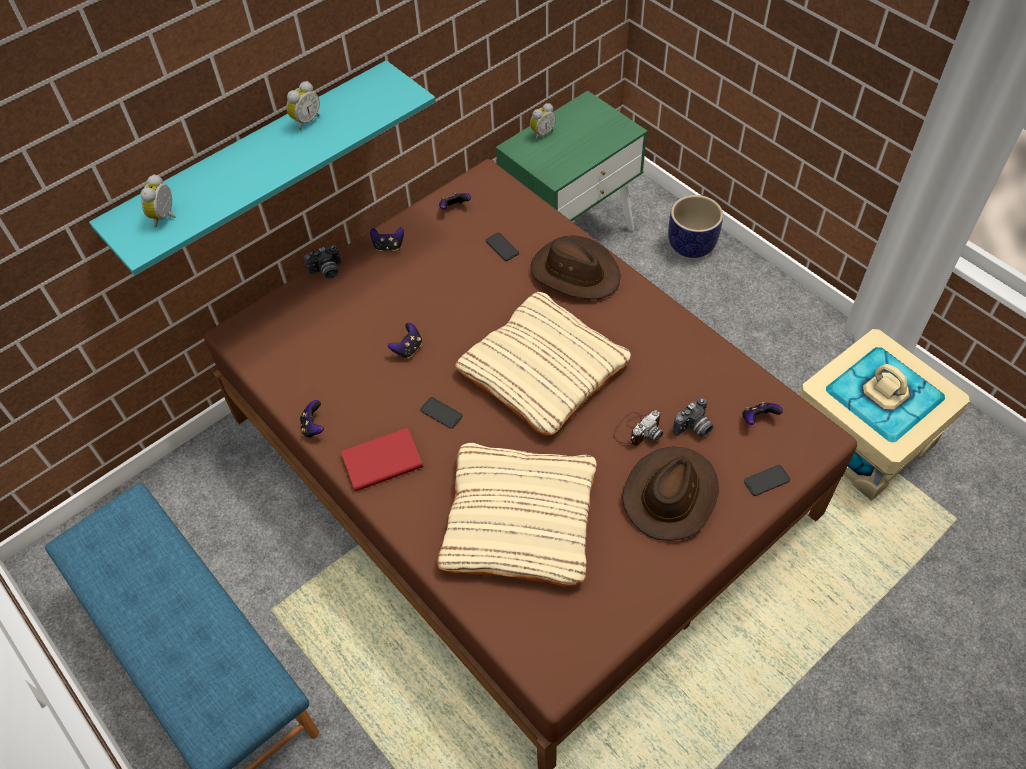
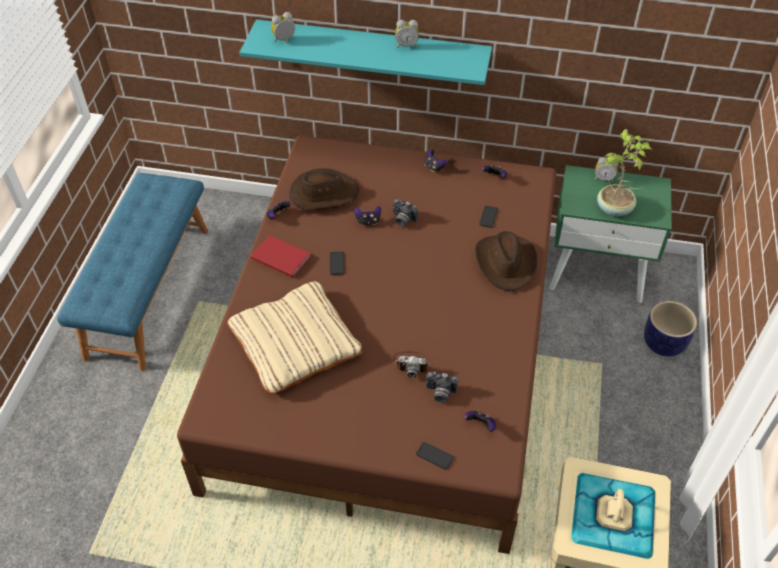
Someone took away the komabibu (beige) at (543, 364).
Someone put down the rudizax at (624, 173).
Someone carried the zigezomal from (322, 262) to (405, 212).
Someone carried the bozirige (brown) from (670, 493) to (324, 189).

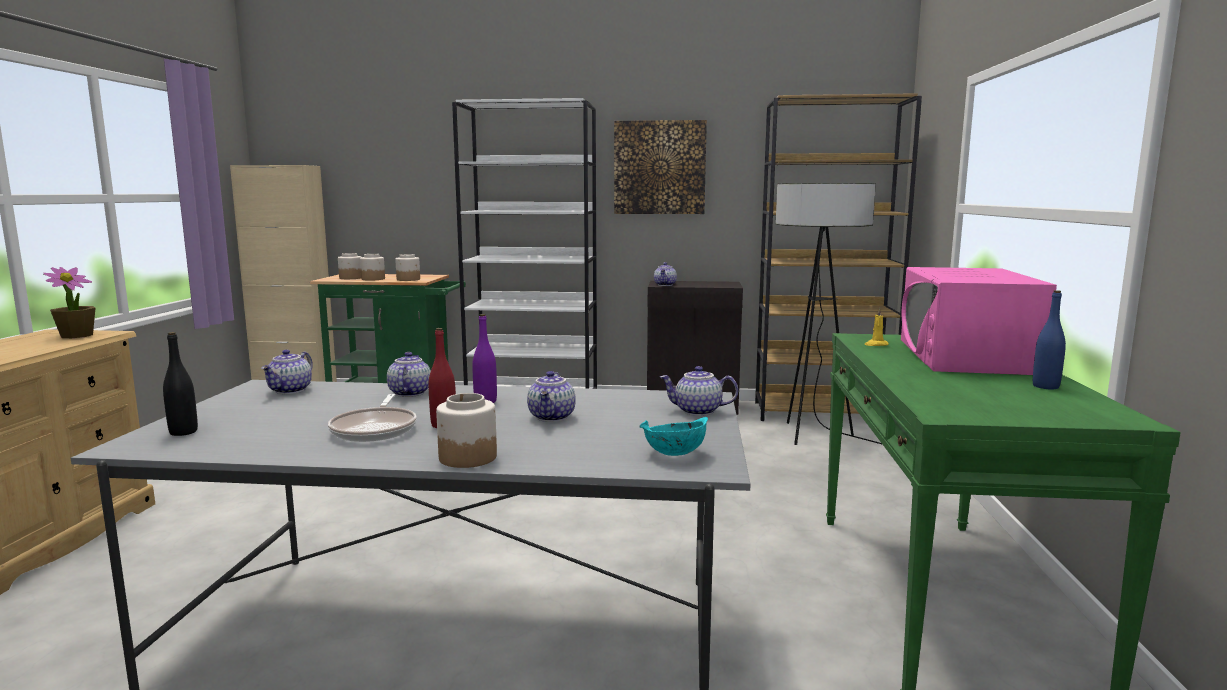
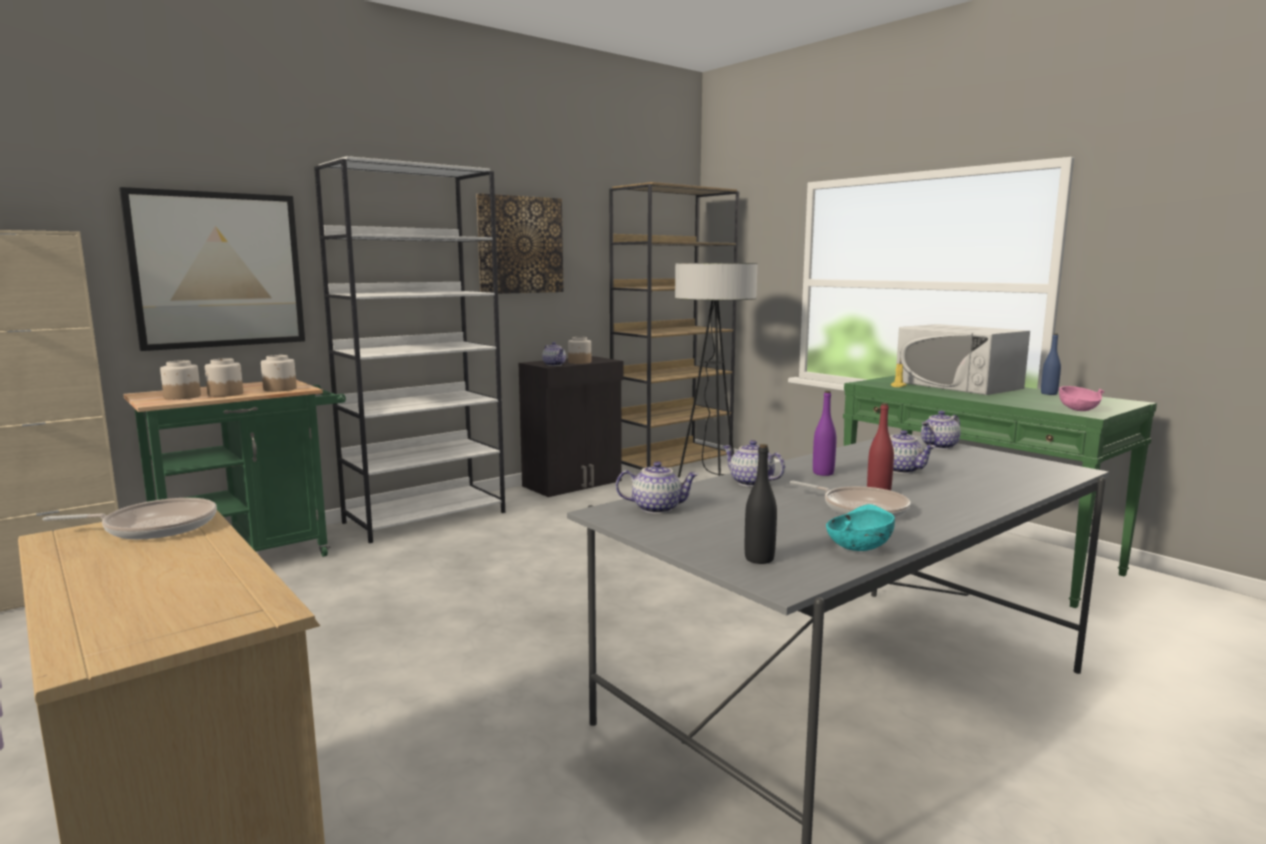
Someone put up the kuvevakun at (212, 269).
Someone put down the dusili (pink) at (1081, 398).
Someone carried the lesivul from (466, 430) to (579, 350).
Someone carried the dusili (turquoise) from (674, 436) to (860, 527).
Someone swapped the rudizax at (69, 302) for the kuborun at (129, 519).
Someone repainted the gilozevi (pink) at (979, 321), which became the gilozevi (white) at (963, 359).
Someone rotated the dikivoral at (287, 371) by 60 degrees counterclockwise.

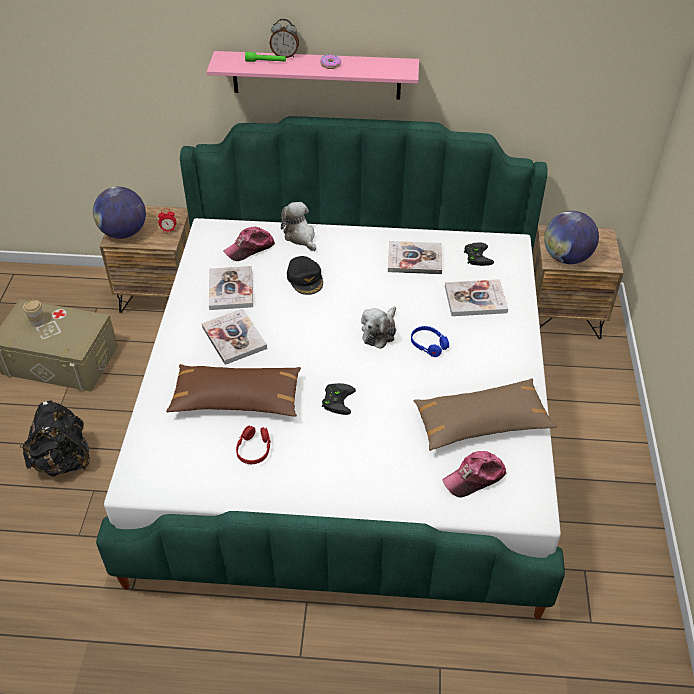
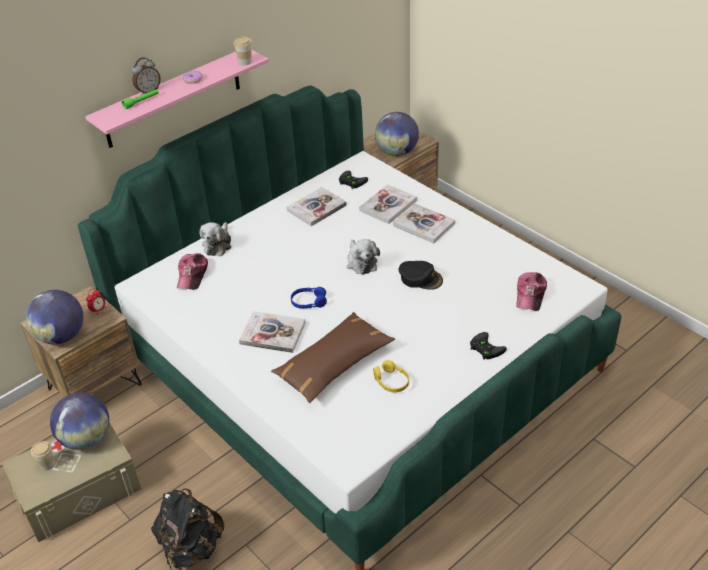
Someone took away the komabibu (brown) at (485, 414).
Someone put down the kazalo at (79, 421).
Someone put down the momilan at (242, 50).
Someone carried the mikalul from (231, 288) to (424, 223).
Someone carried the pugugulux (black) from (305, 275) to (421, 275).
Someone carried the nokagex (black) from (339, 399) to (488, 346).
Someone carried the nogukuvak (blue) from (430, 341) to (309, 298).
Someone repainted the nogukuvak (red) at (253, 445), which became the nogukuvak (yellow) at (391, 376).
Someone rotated the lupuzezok at (298, 226) by 90 degrees counterclockwise.

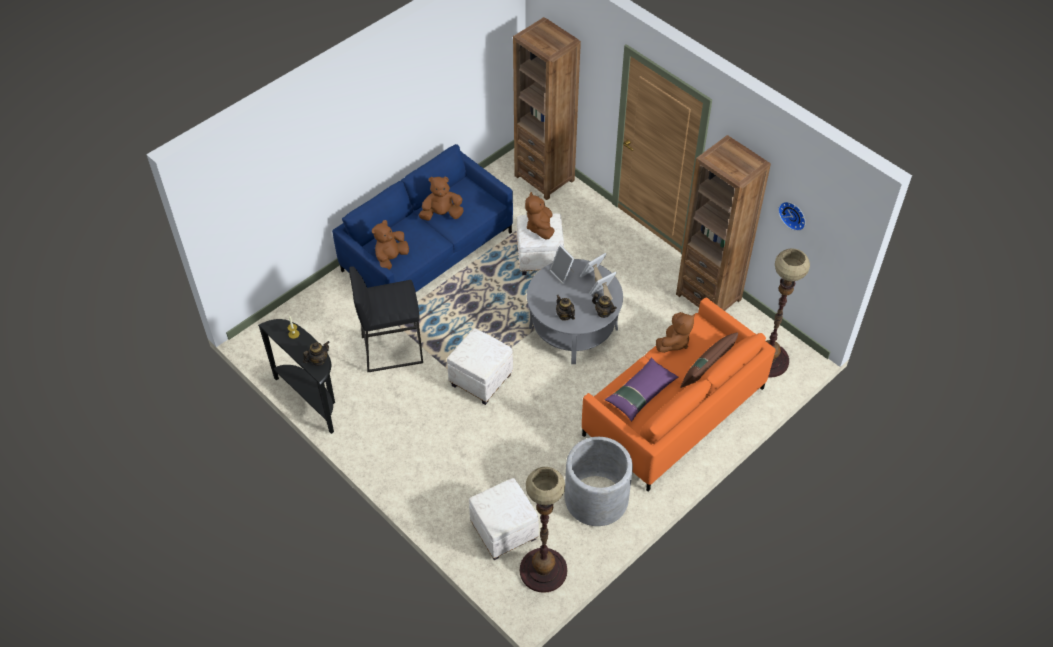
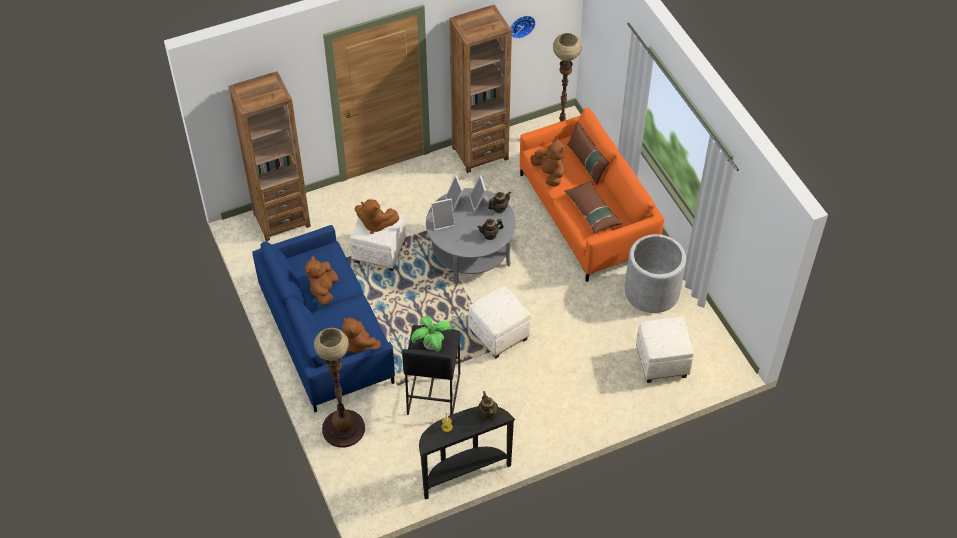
Someone put down the rudizax at (431, 334).
Someone carried the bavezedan from (543, 530) to (339, 388).
Someone repainted the komabibu (purple) at (641, 389), which became the komabibu (brown) at (593, 207).

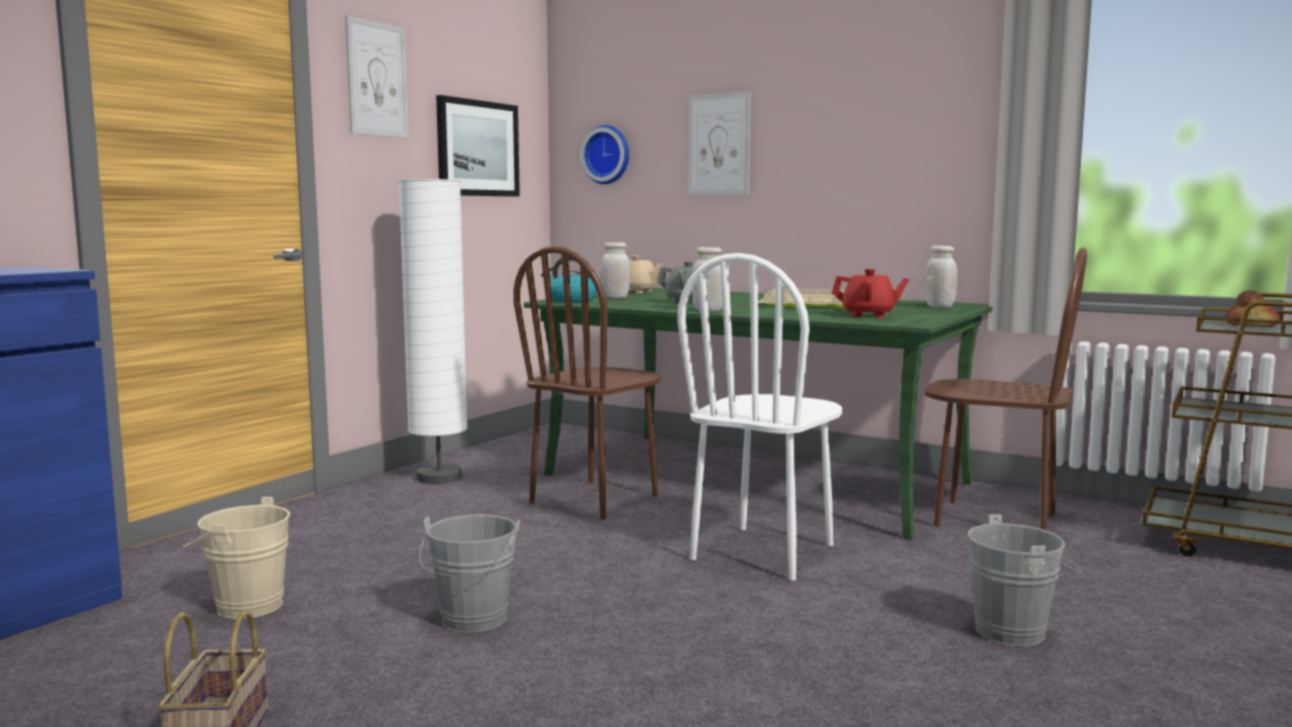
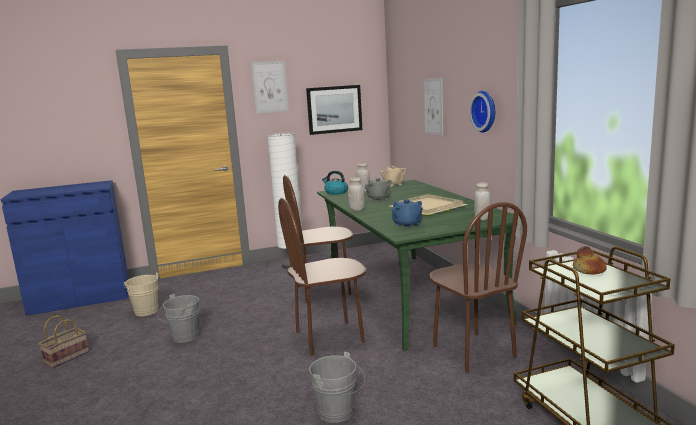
Someone carried the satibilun from (604, 154) to (482, 112).
Someone repainted the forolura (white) at (760, 416), which became the forolura (brown) at (322, 277).
Someone repainted the dikivoral (red) at (870, 293), which became the dikivoral (blue) at (407, 213).

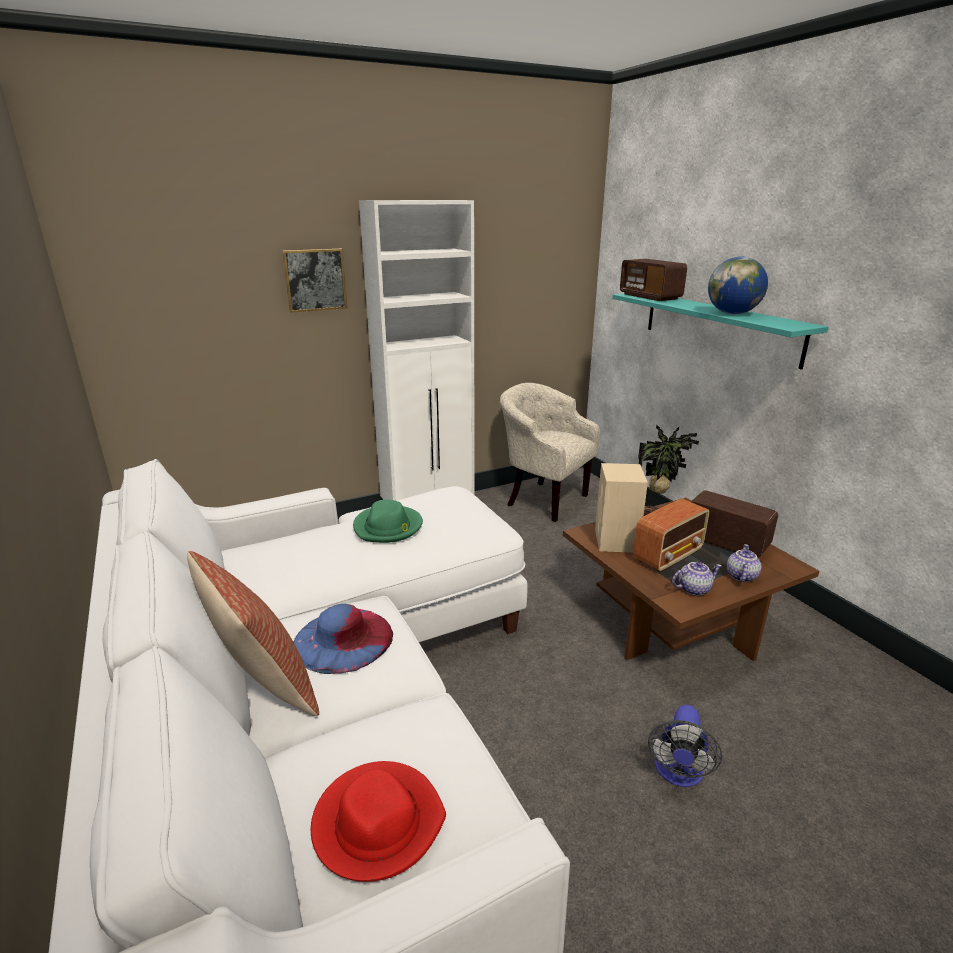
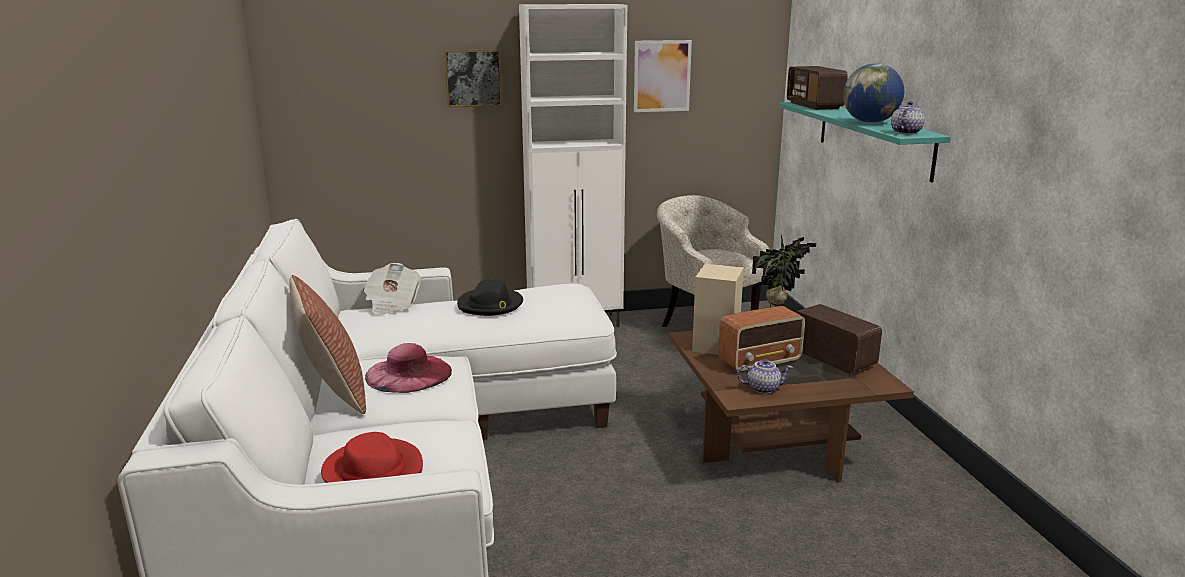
Someone took away the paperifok at (685, 746).
Someone put down the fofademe at (392, 289).
Someone put up the kuvevakun at (663, 76).
Someone carried the dikivoral from (744, 563) to (908, 117).
Someone repainted the bozirige (blue) at (343, 639), which became the bozirige (pink) at (408, 368).
Someone repainted the bozirige (green) at (388, 521), which became the bozirige (black) at (490, 297).

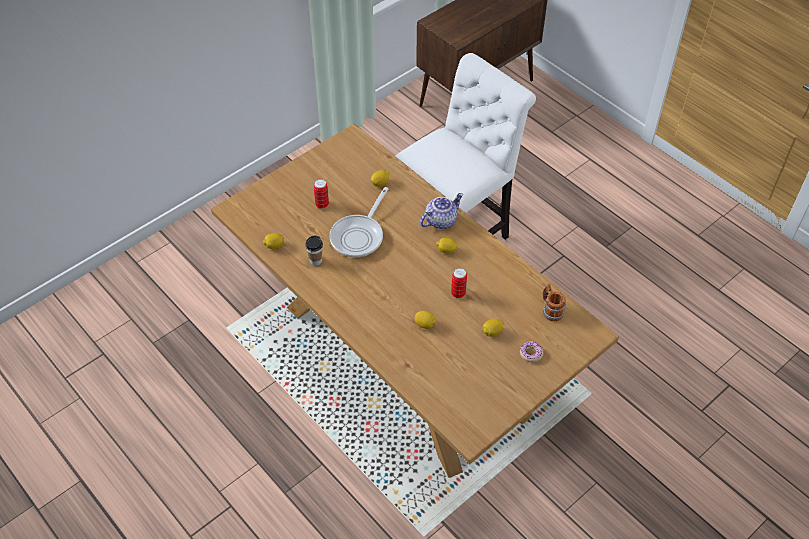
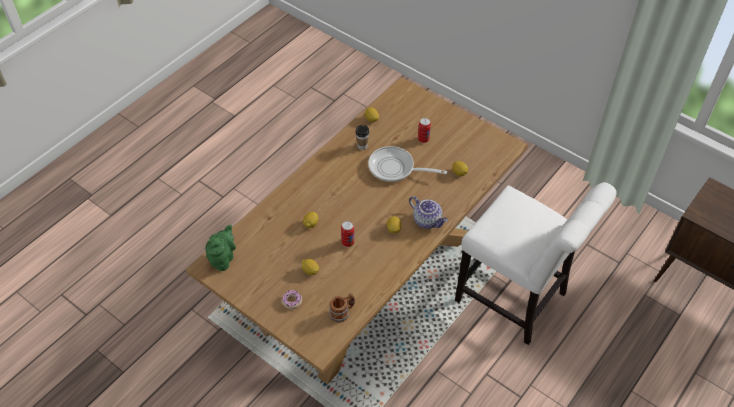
Someone put down the dikivoral (green) at (220, 248).

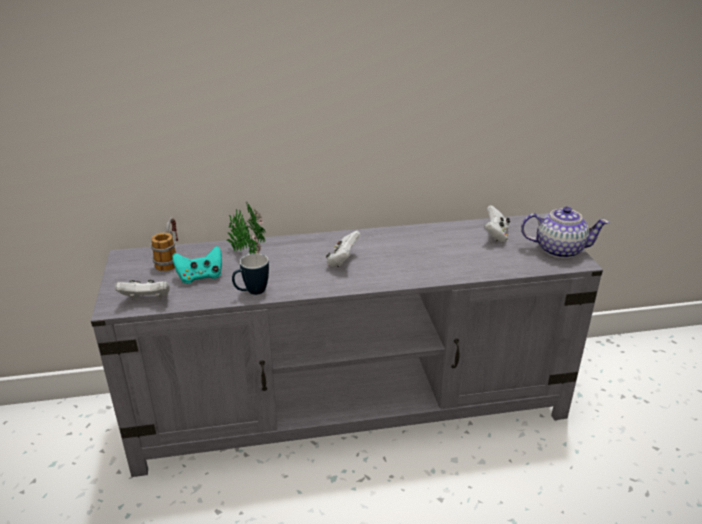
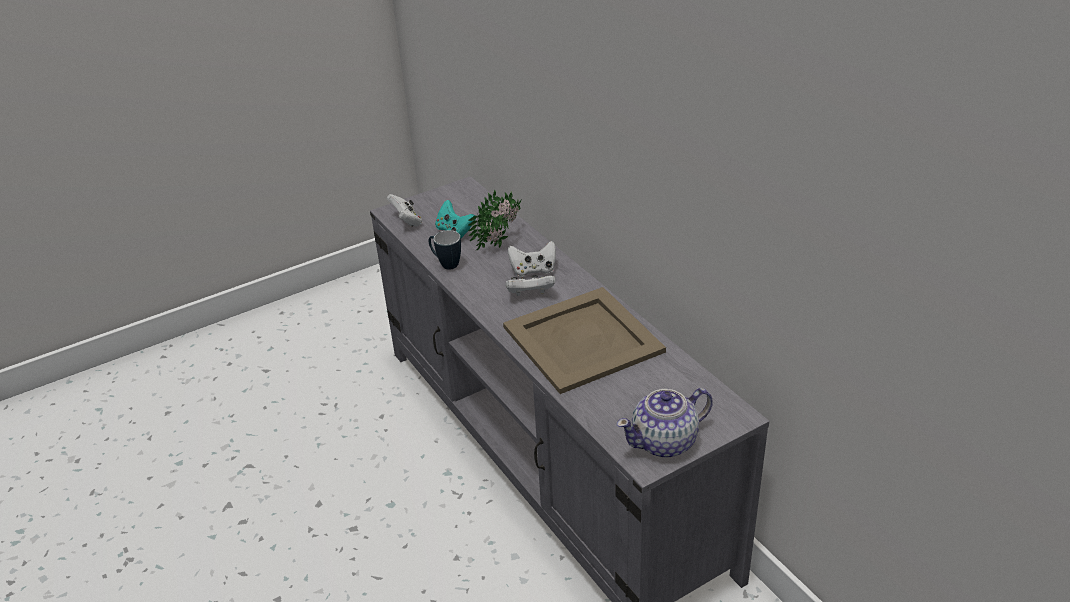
Someone took away the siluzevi at (164, 244).
Someone put down the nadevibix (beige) at (584, 340).
Someone carried the nokagex (white) from (497, 224) to (532, 259).
Someone rotated the dikivoral at (565, 232) by 75 degrees clockwise.

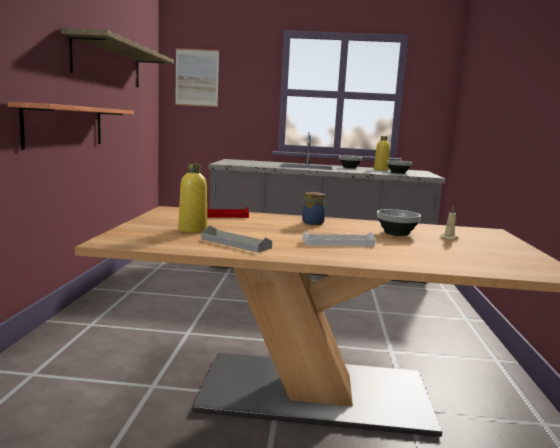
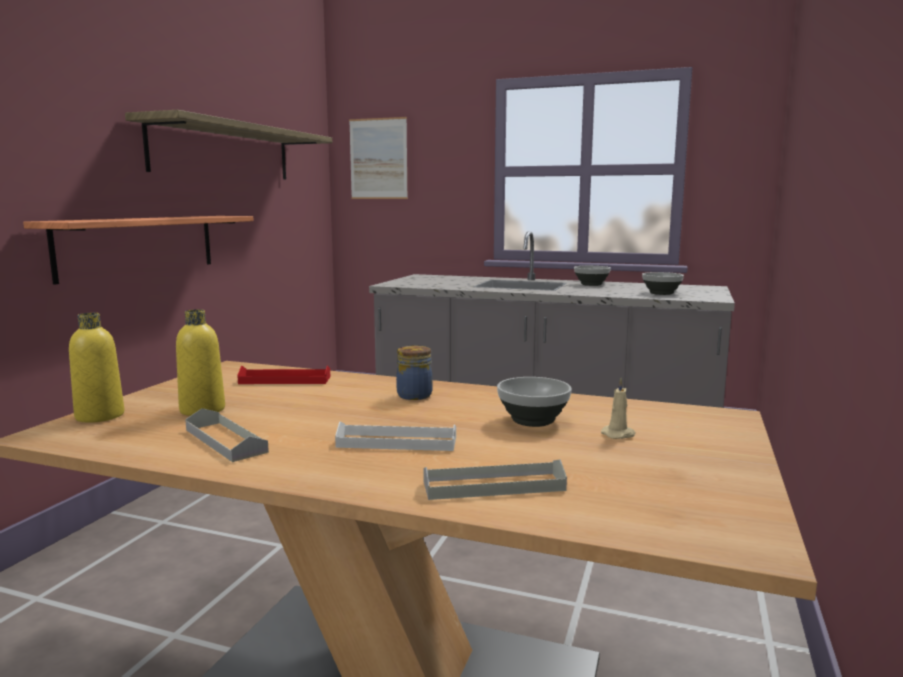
Someone put down the nadevibix (grey) at (495, 479).
Someone carried the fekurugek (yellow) from (382, 153) to (97, 368).

